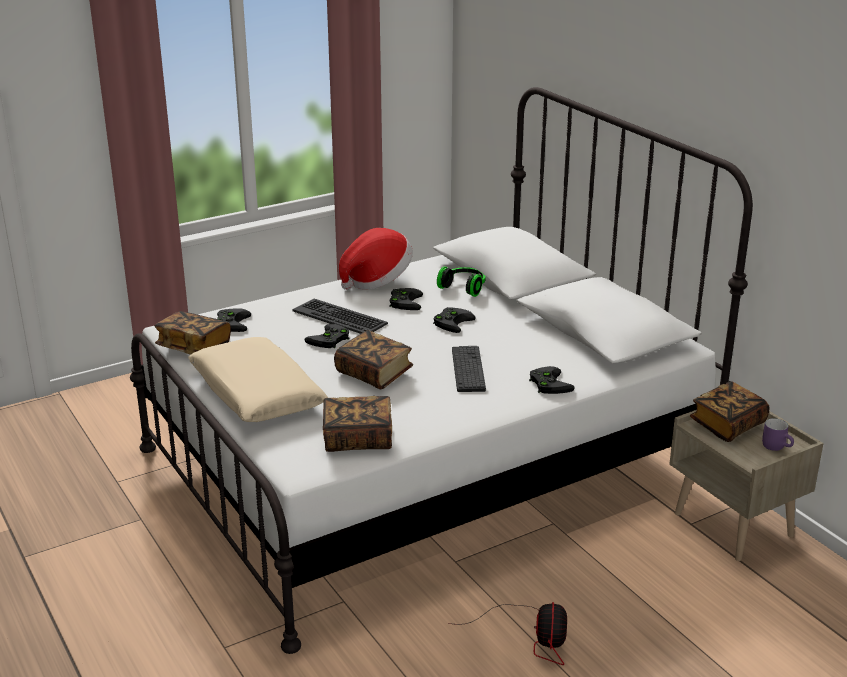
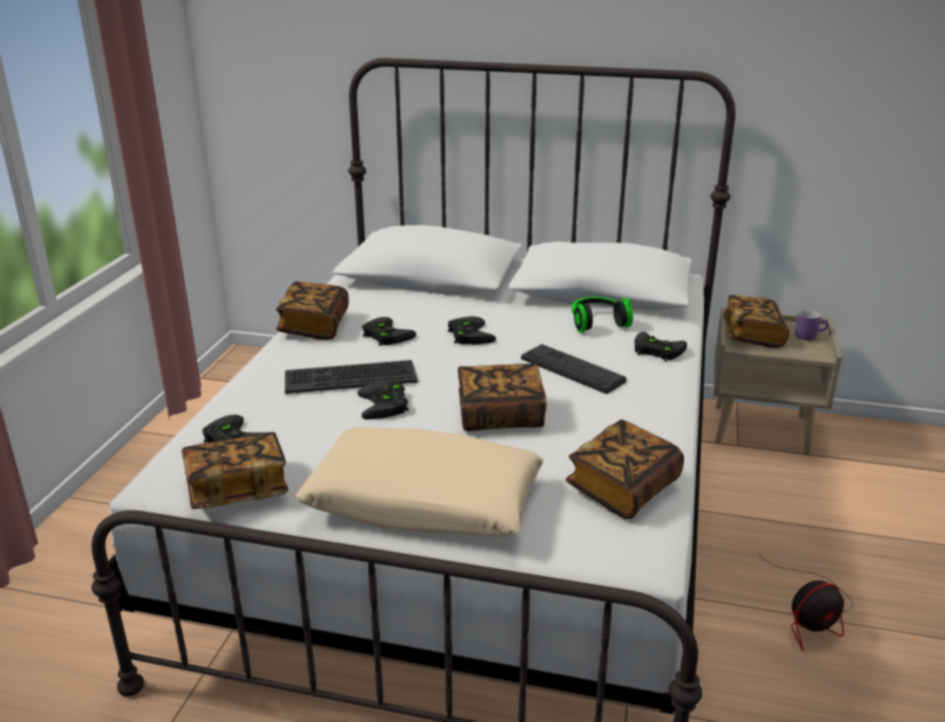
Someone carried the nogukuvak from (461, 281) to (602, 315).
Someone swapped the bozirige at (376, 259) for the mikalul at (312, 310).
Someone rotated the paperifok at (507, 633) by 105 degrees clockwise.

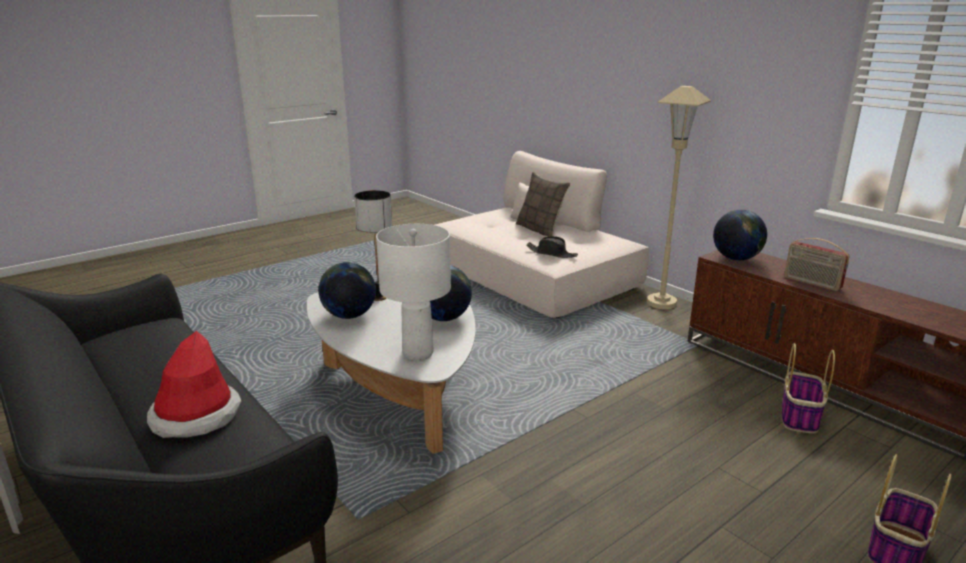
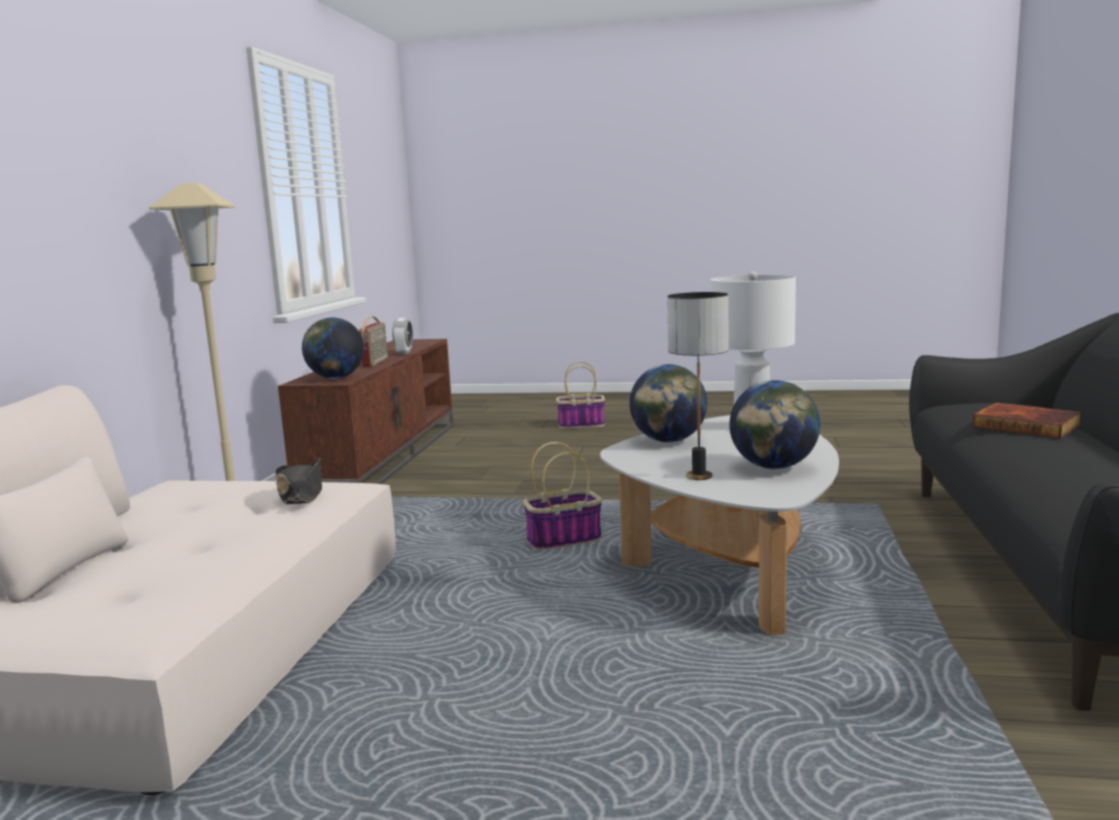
Someone took away the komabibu at (543, 204).
Someone put down the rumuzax at (402, 336).
Someone carried the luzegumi from (808, 388) to (562, 496).
Someone swapped the bozirige at (194, 384) for the mikalul at (1027, 421).

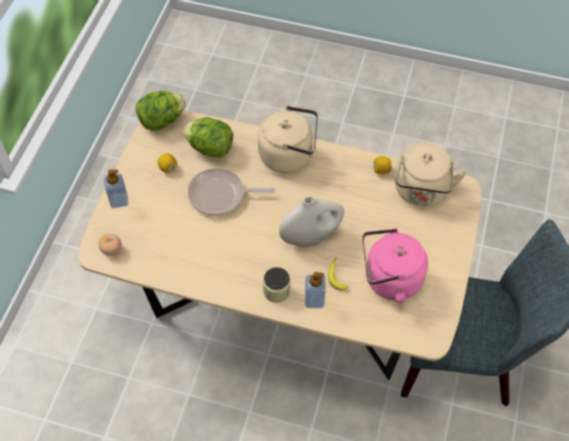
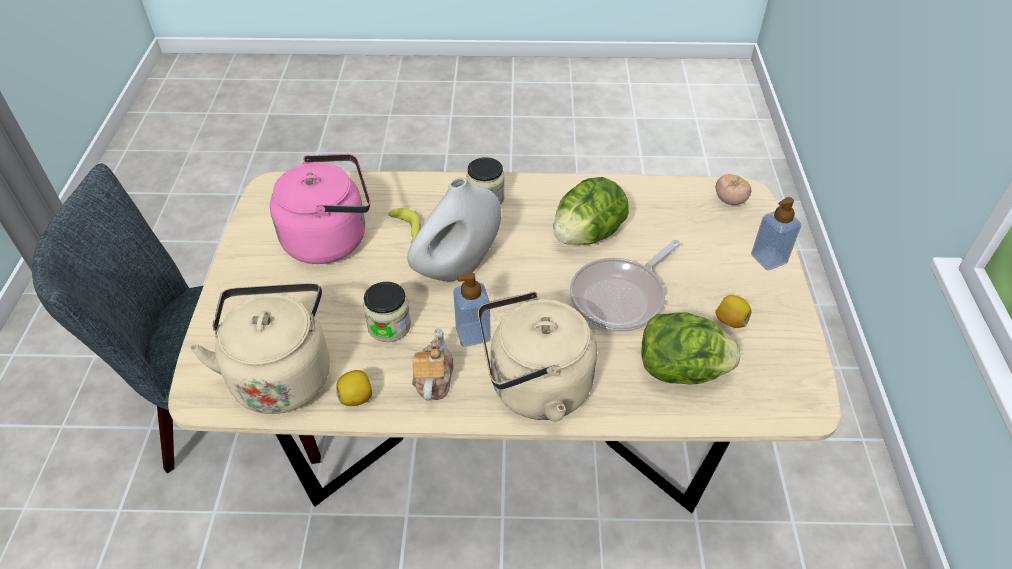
Someone put down the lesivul at (387, 312).
Someone put down the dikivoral at (433, 364).
Someone carried the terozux from (161, 111) to (591, 211).
Someone carried the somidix from (315, 290) to (472, 309).
Someone rotated the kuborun at (231, 192) by 150 degrees clockwise.

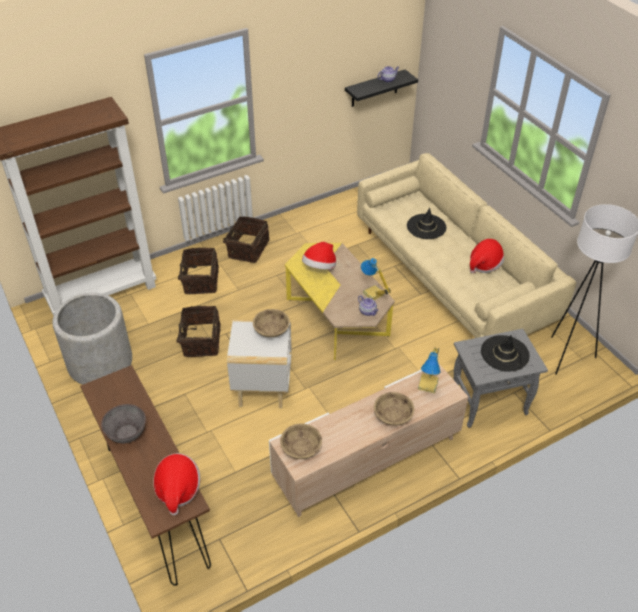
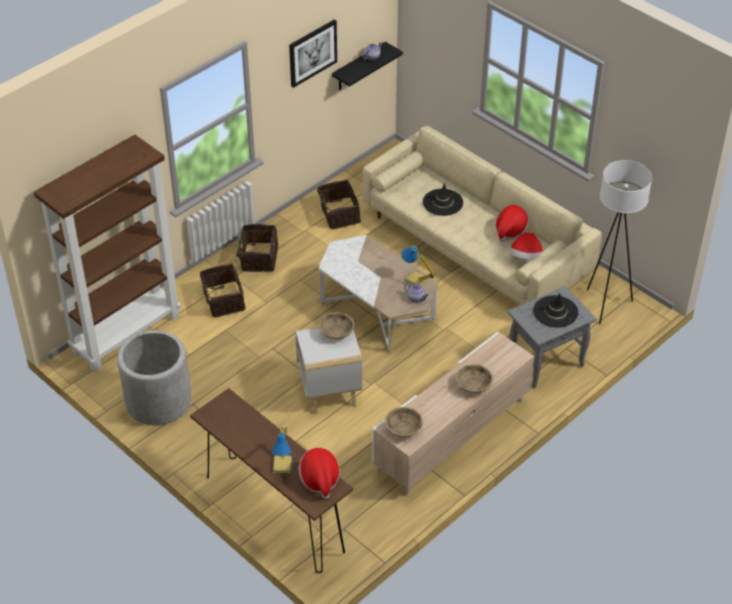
Someone took away the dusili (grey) at (123, 423).
Someone put up the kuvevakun at (313, 53).
Someone carried the luzegumi from (199, 331) to (339, 204).
Someone carried the bozirige from (319, 256) to (526, 246).
Someone carried the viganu from (429, 370) to (282, 450).
Someone repainted the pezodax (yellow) at (340, 301), which became the pezodax (white) at (378, 293).

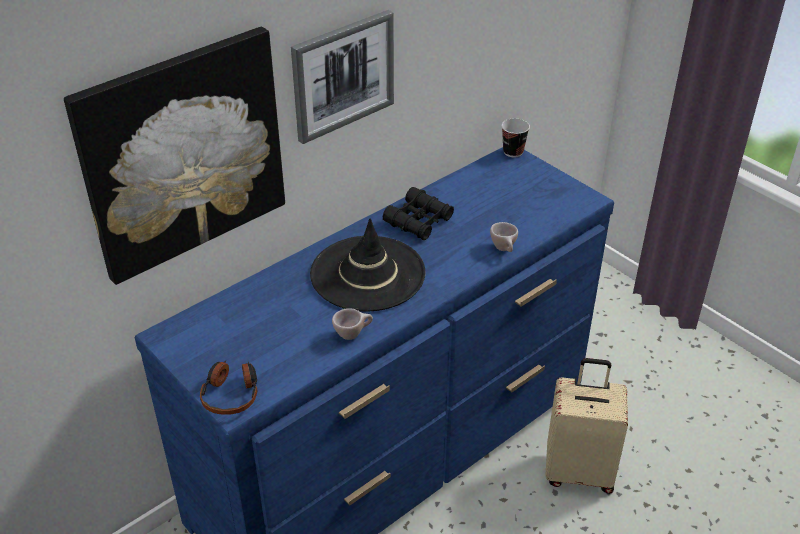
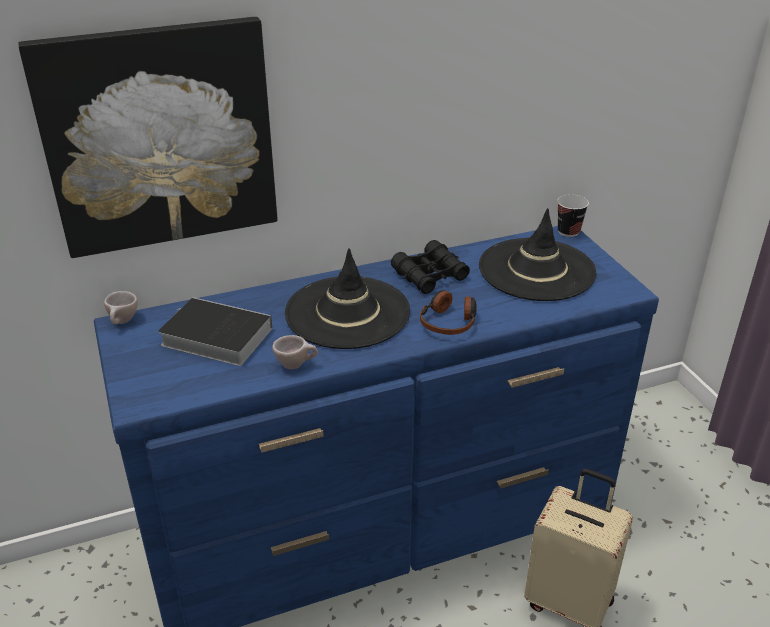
Someone took away the kuvevakun at (342, 77).
Someone put down the mikalul at (215, 331).
Someone put down the bozirige (black) at (537, 254).
Someone carried the nogukuvak from (228, 388) to (448, 312).
Someone carried the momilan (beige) from (504, 237) to (121, 307).

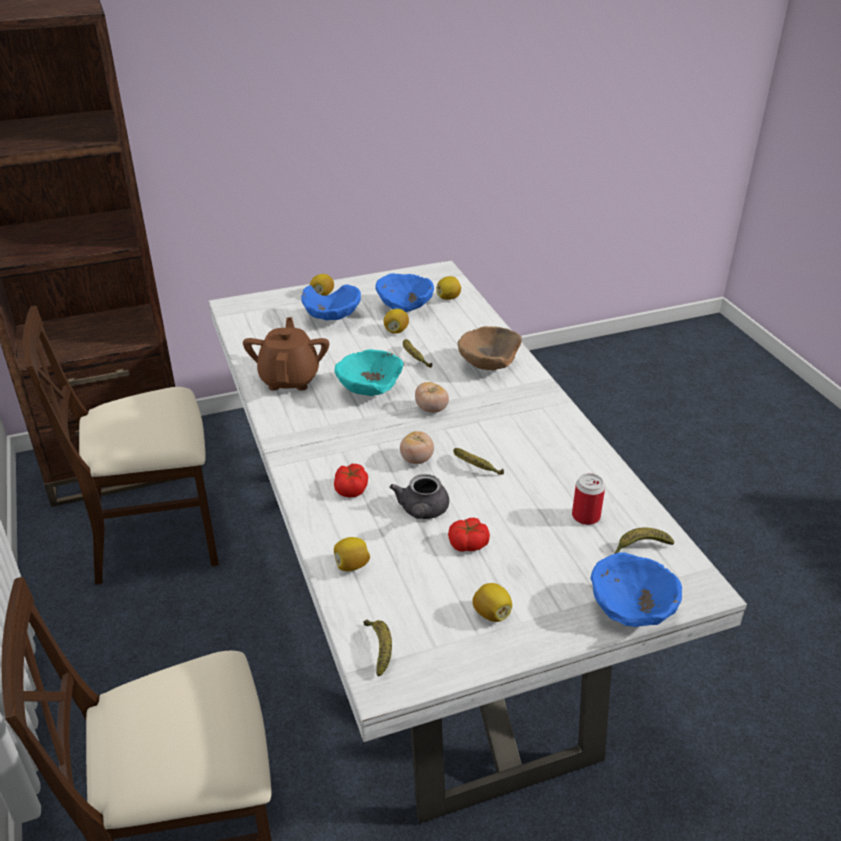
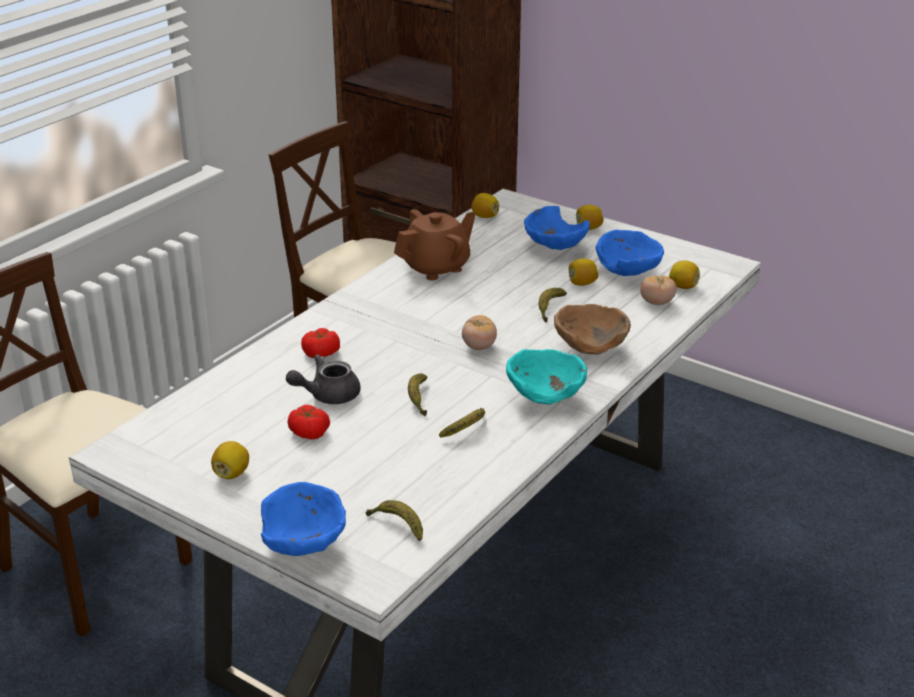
Someone took away the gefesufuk at (588, 499).
Someone carried the dusili (turquoise) from (368, 372) to (547, 377).
Someone carried the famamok from (352, 554) to (485, 205).
Someone carried the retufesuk from (377, 648) to (462, 423).
Someone carried the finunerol from (417, 447) to (658, 290).

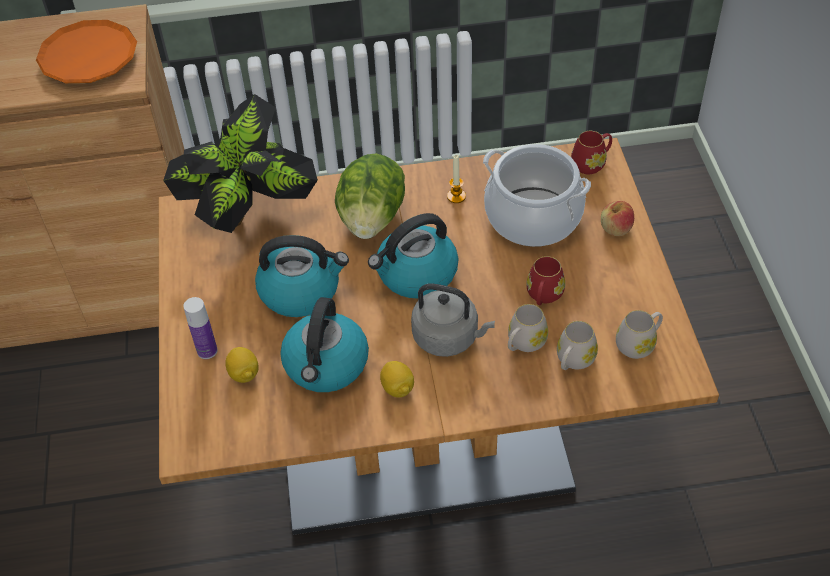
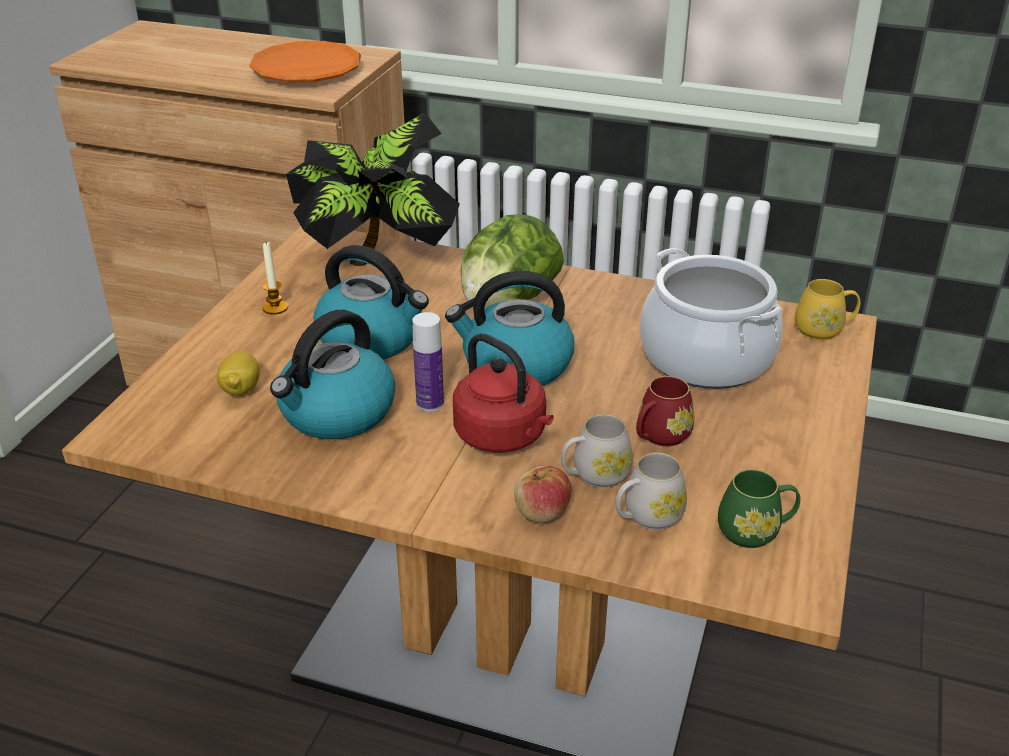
Someone took away the famamok at (397, 379).
Someone carried the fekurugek from (200, 328) to (428, 362).
Someone carried the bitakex from (456, 179) to (275, 278).
Someone carried the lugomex from (617, 218) to (542, 494).
Someone repainted the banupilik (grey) at (453, 320), which became the banupilik (red) at (503, 393).
Someone repainted the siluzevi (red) at (591, 152), which became the siluzevi (yellow) at (827, 309).
Someone repainted the siluzevi (white) at (639, 334), which became the siluzevi (green) at (759, 508).

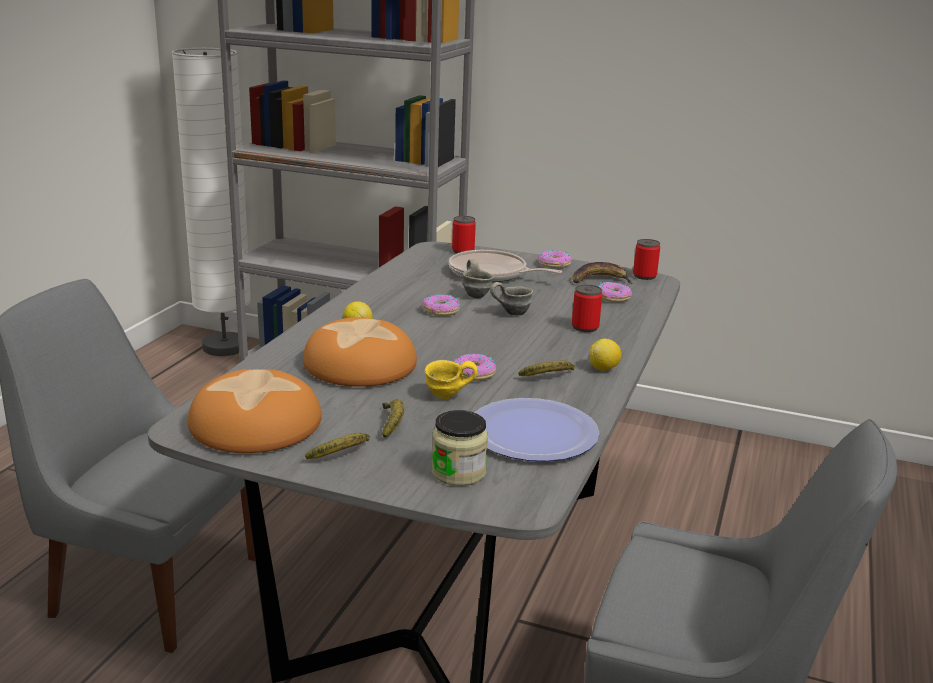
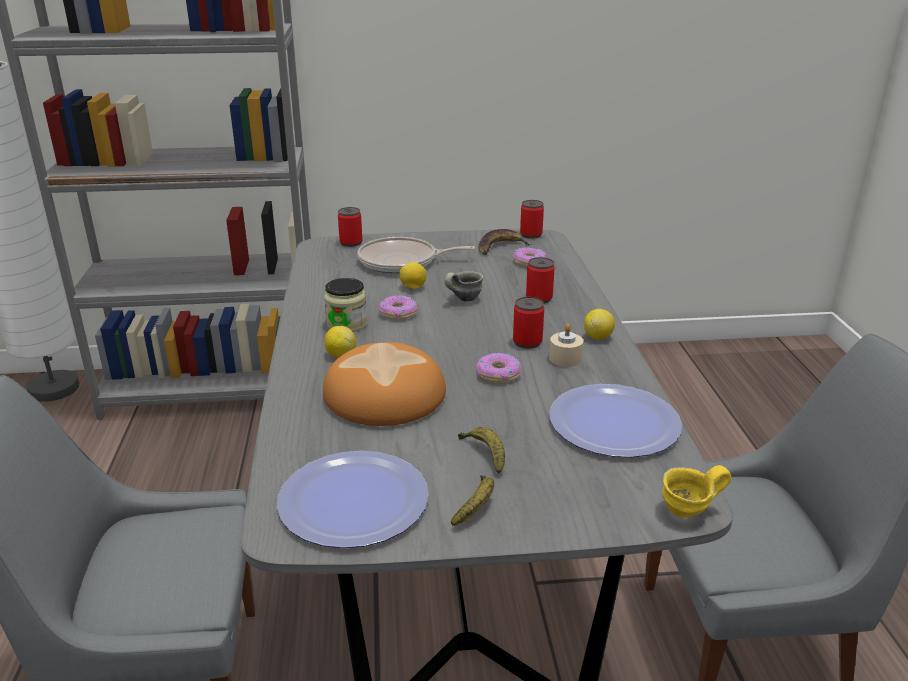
Someone took away the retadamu at (555, 259).
Someone put down the gefesufuk at (528, 323).
Someone carried the siluzevi (yellow) from (451, 379) to (696, 491).
Someone carried the lesivul from (460, 448) to (345, 305).
Someone swapped the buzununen at (255, 411) for the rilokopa at (353, 499).
Someone swapped the siluzevi (grey) at (478, 278) for the famamok at (412, 275).
Someone swapped the retufesuk at (546, 368) for the bitakex (beige) at (566, 345).

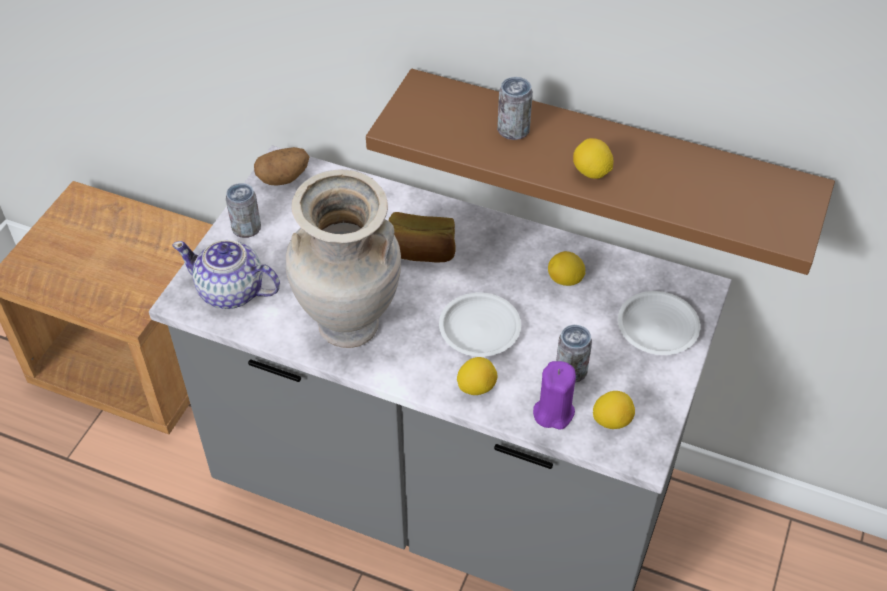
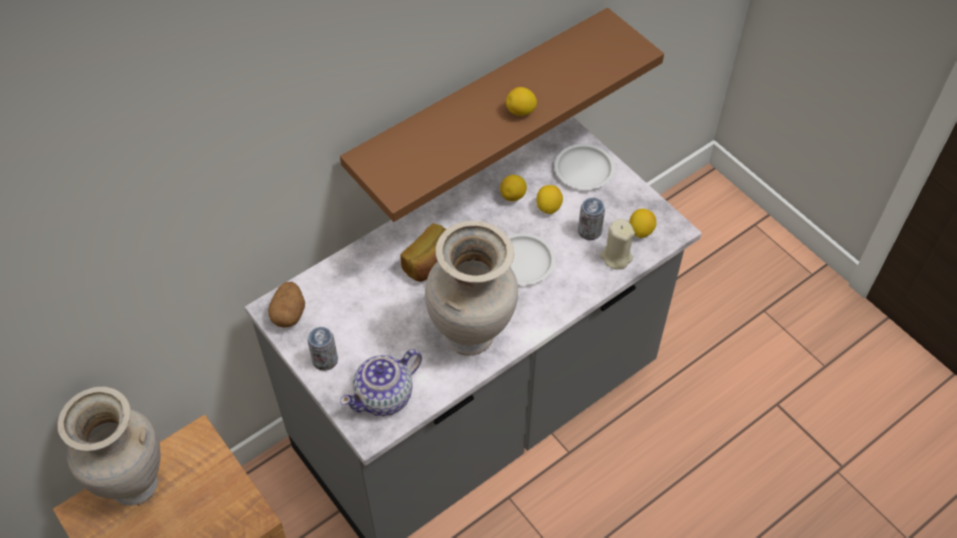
Someone took away the gefesufuk at (515, 108).
Someone put down the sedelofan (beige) at (109, 446).
Someone carried the famamok from (477, 376) to (550, 199).
Someone repainted the bitakex (purple) at (554, 395), which became the bitakex (beige) at (617, 244).

